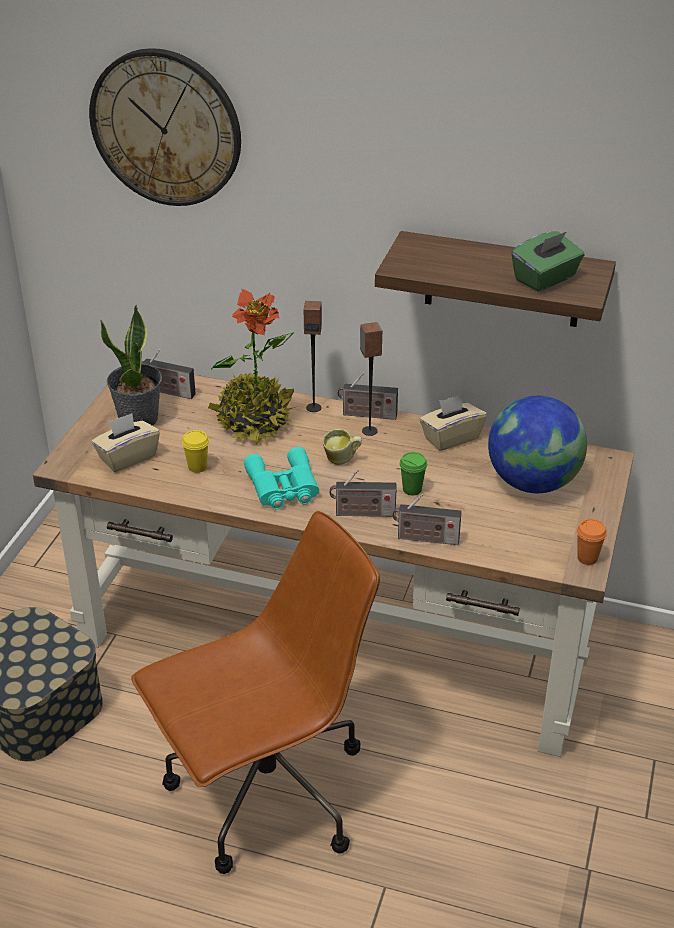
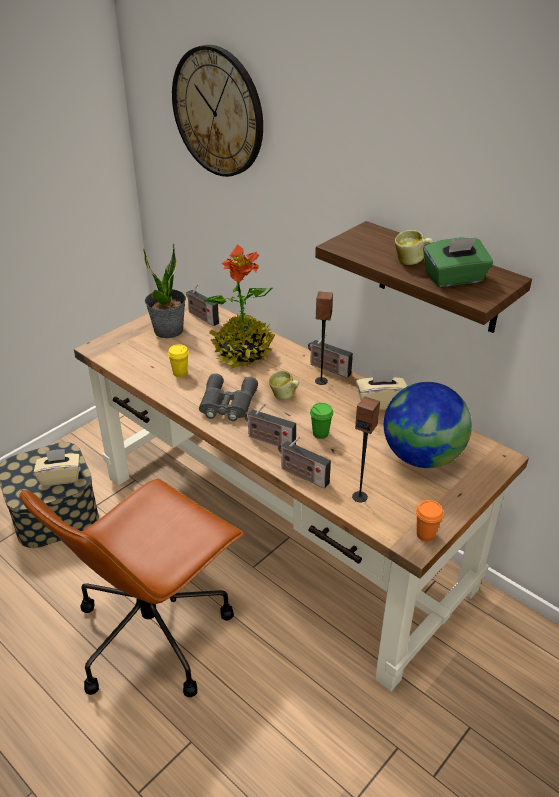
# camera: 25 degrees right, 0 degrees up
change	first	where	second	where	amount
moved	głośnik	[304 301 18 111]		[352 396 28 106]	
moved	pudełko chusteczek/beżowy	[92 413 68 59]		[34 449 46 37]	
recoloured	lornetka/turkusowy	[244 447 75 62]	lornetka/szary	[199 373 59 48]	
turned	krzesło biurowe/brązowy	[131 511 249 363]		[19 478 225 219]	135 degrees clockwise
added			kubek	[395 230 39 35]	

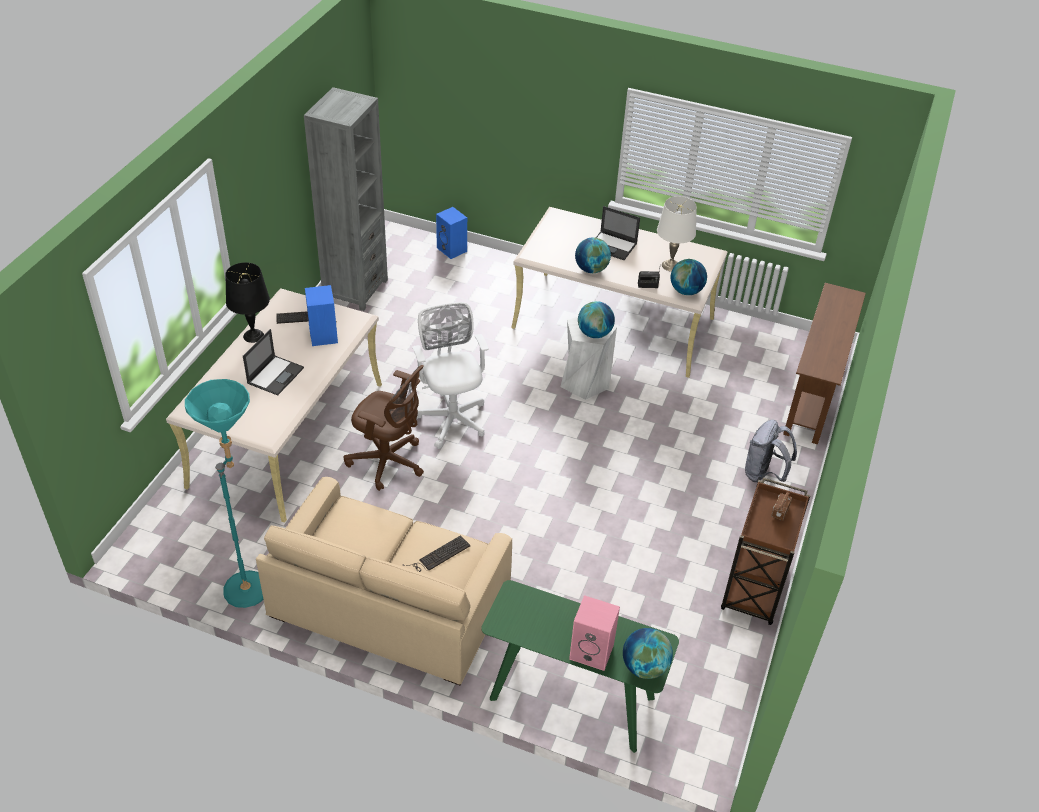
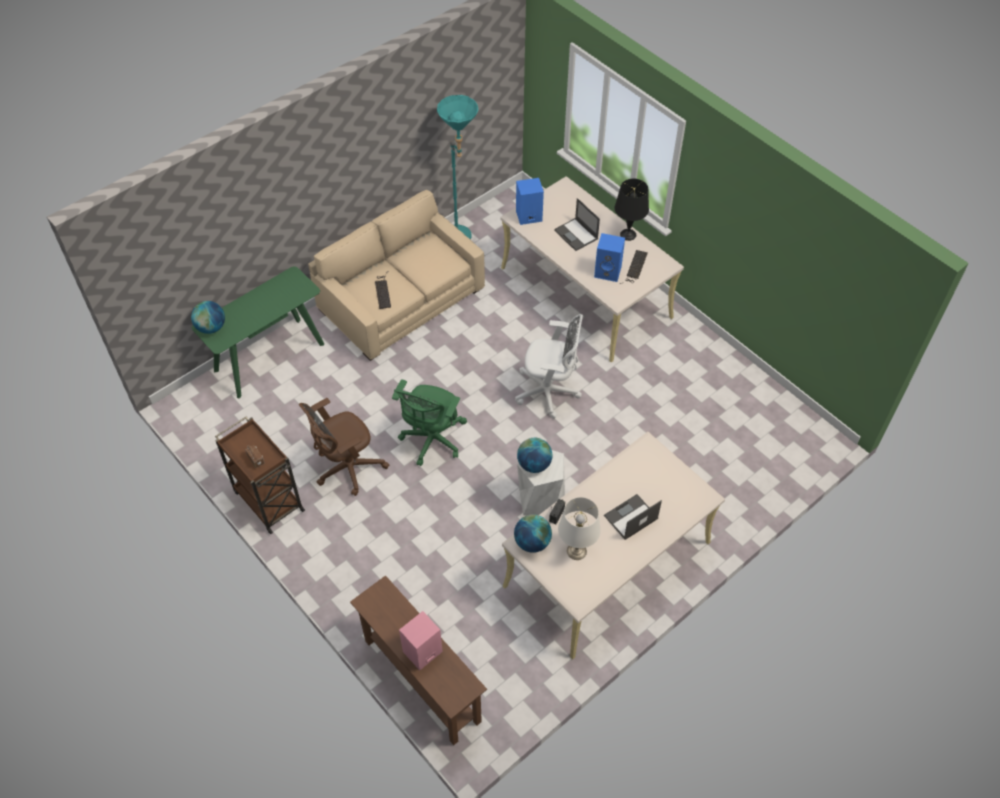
# camera: 120 degrees right, 10 degrees up
change	first	where	second	where	amount
removed	regał/szary	[304 87 84 224]			
moved	głośnik/niebieski	[436 207 31 52]		[516 178 28 47]	
removed	globus	[575 237 36 36]			
moved	krzesło biurowe/brązowy	[344 365 80 126]		[299 398 90 98]	
removed	plecak/szary	[745 420 52 62]			
moved	głośnik/różowy	[569 595 51 76]		[399 611 44 59]	
added			krzesło biurowe/zielony	[392 379 75 87]	

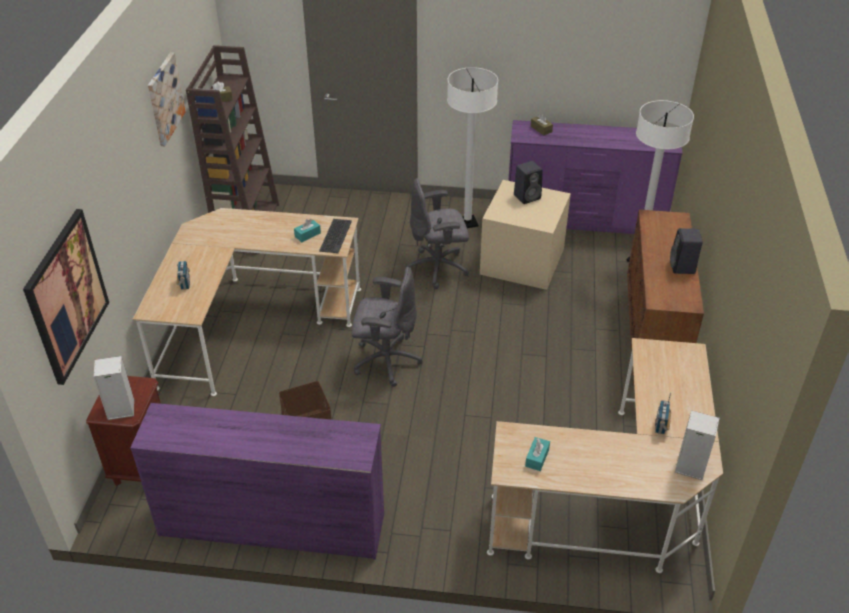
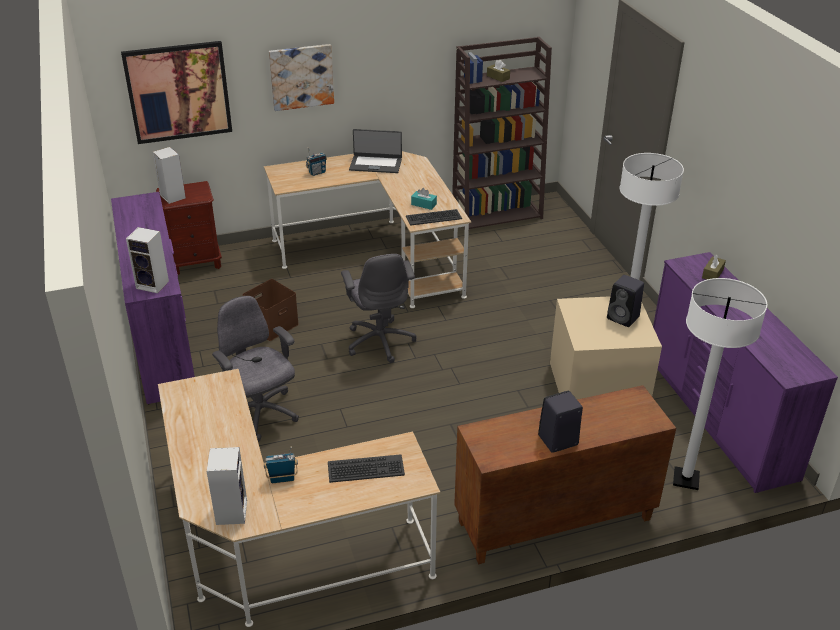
# camera: 65 degrees right, 5 degrees down
change	first	where	second	where	amount
moved	obraz	[148 52 38 94]		[269 44 65 67]	
moved	krzesło biurowe/szary	[406 178 63 111]		[212 296 87 146]	
removed	pudełko chusteczek/turkusowy	[525 437 25 34]			
added			laptop	[349 129 53 44]	
added			głośnik	[126 227 43 66]	
added			klawiatura	[328 454 77 29]	

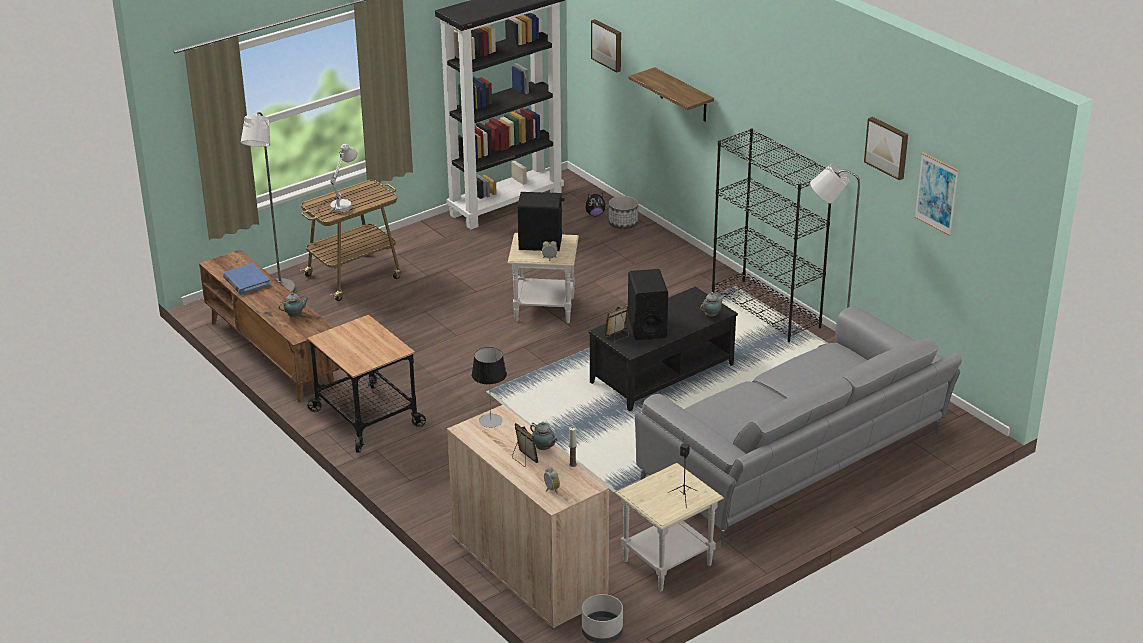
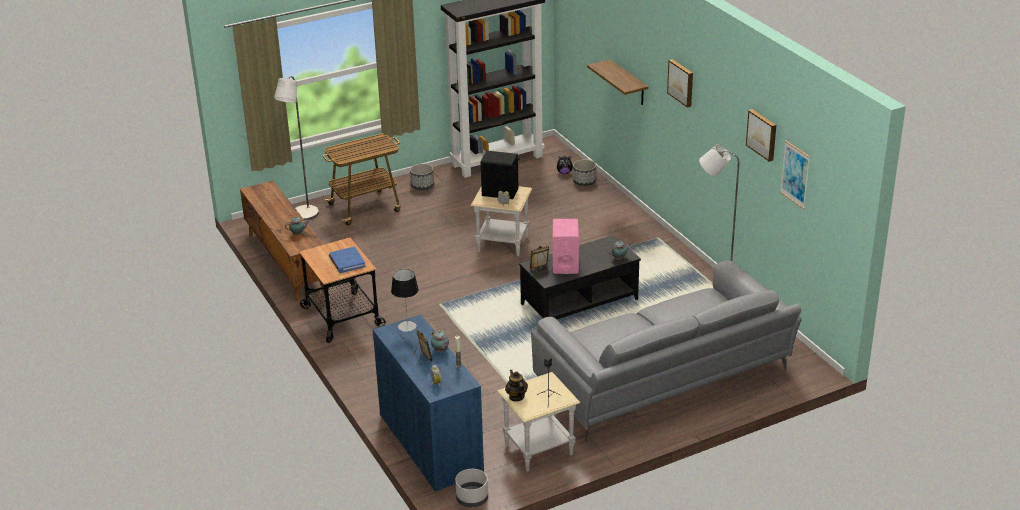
# camera: 10 degrees right, 0 degrees up
change	first	where	second	where	amount
moved	obraz	[591 19 30 53]		[667 59 26 49]	
removed	regał/czarny	[712 129 119 213]			
removed	lampa stołowa/biały	[317 144 40 72]			
moved	książka/niebieski	[223 263 48 32]		[329 246 37 27]	
recoloured	głośnik/czarny	[628 269 40 71]	głośnik/różowy	[553 219 26 55]	
recoloured	szafka/beżowy	[447 405 162 225]	szafka/niebieski	[372 315 112 177]	
added			donica	[410 163 24 27]	
added			imbryk	[505 370 23 32]	

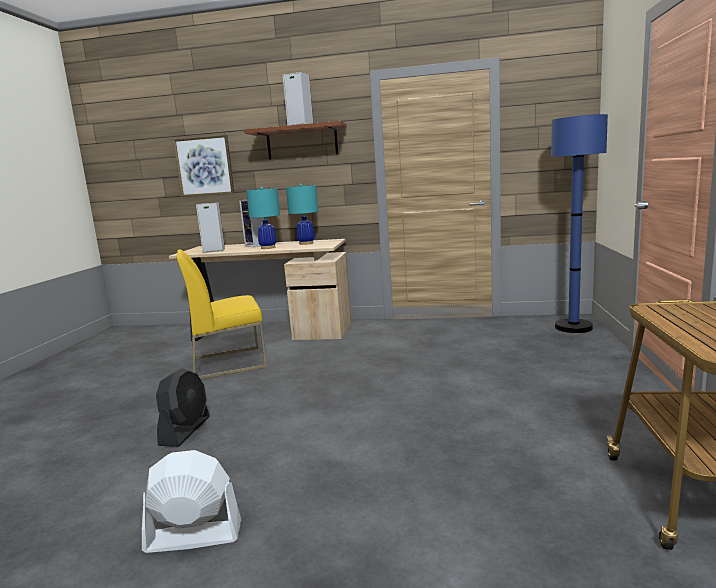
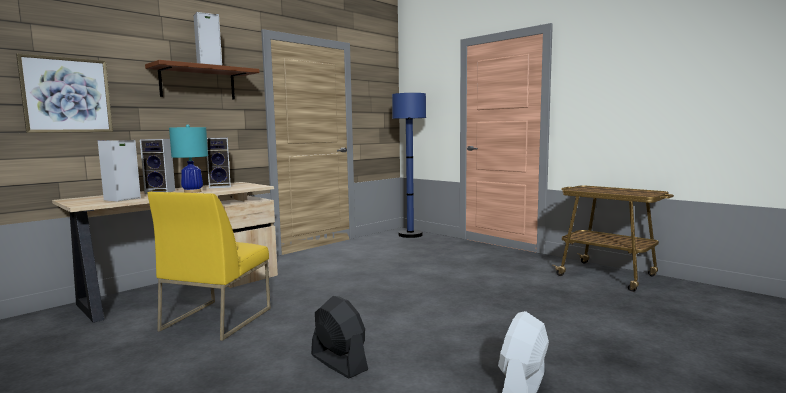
# camera: 55 degrees left, 5 degrees down
change	first	where	second	where	amount
replaced	lampa stołowa/turkusowy	[286 184 32 61]	głośnik	[207 137 24 51]	

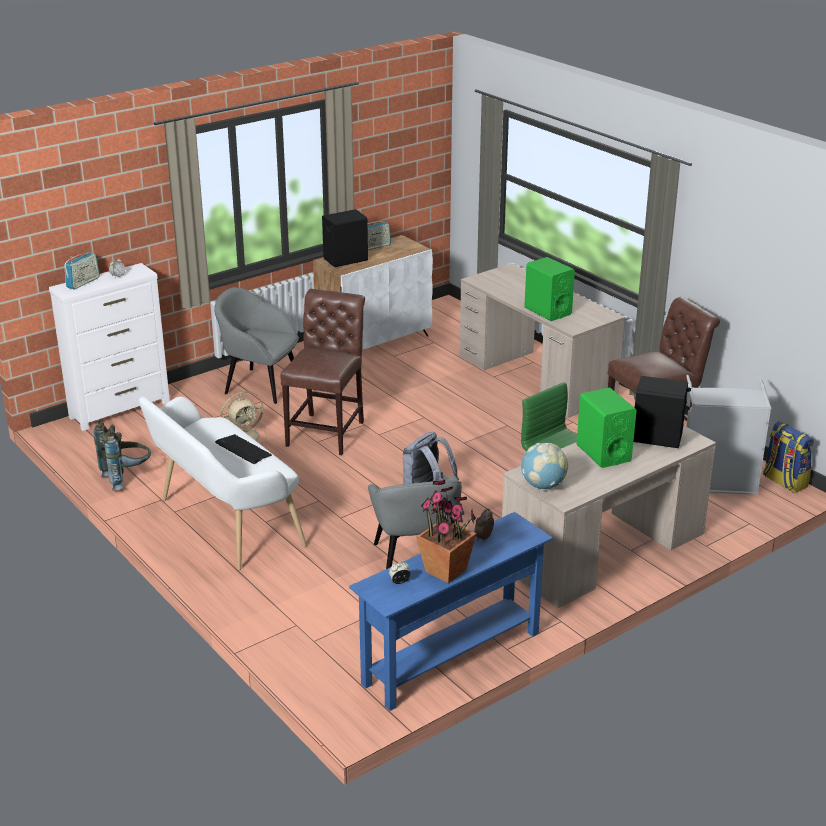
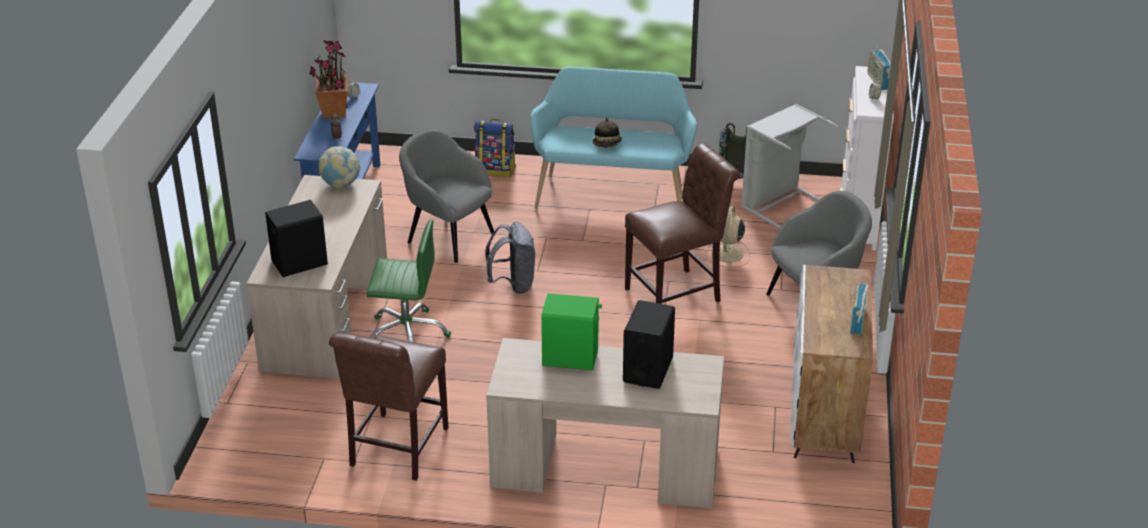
# camera: 135 degrees right, 5 degrees up
change	first	where	second	where	amount
moved	głośnik/czarny	[322 209 46 58]		[623 300 52 89]	
turned	krzesło/brązowy	[280 289 85 166]		[625 143 115 161]	90 degrees counterclockwise
moved	kosz na pranie/szary	[686 375 85 120]		[741 104 98 124]	
removed	głośnik/zielony	[577 387 60 81]			
recoloured	ławka/biały	[139 396 168 174]	ławka/turkusowy	[530 67 167 142]	
moved	plecak	[763 421 51 72]		[474 119 42 58]	
replaced	klawiatura	[215 434 57 30]	kapelusz	[592 118 30 30]	

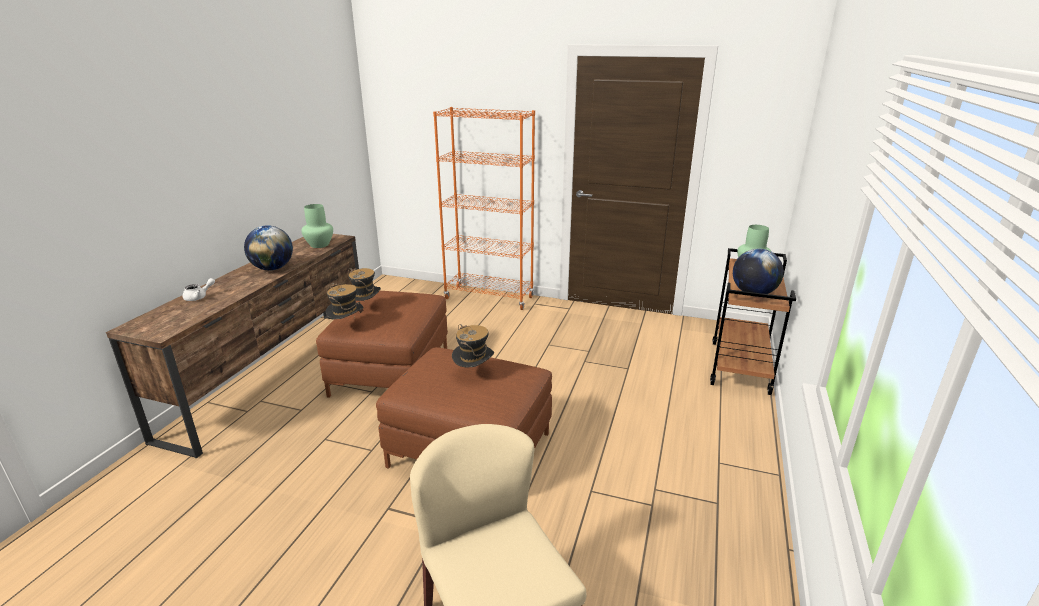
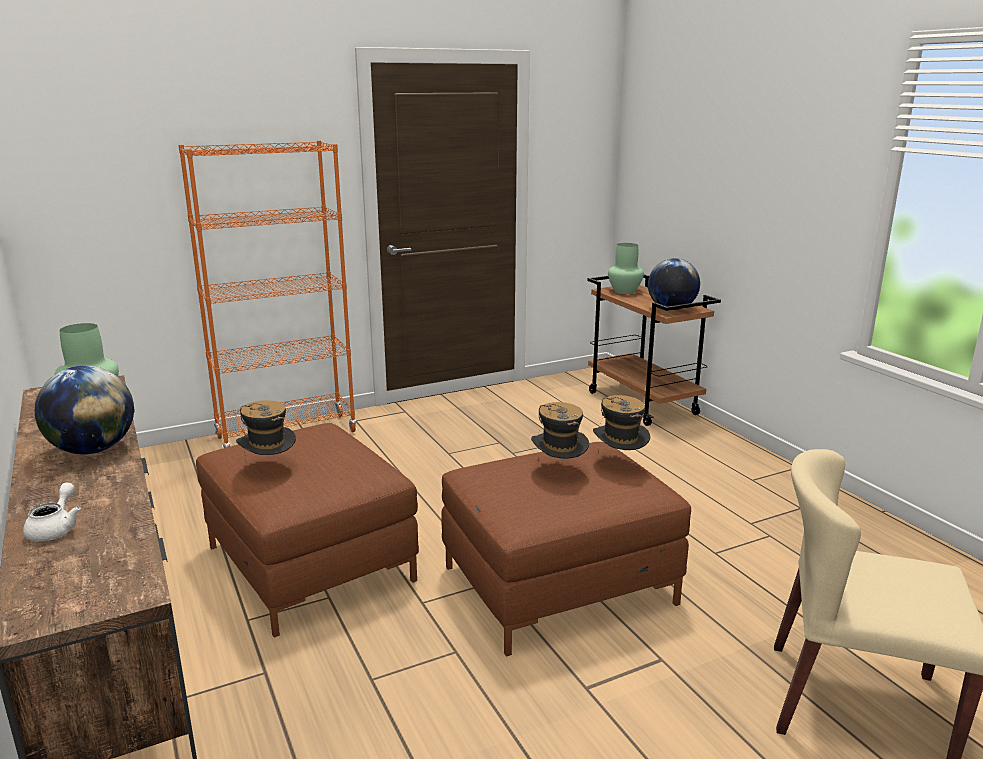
# camera: 45 degrees left, 5 degrees down
change	first	where	second	where	amount
moved	kapelusz	[326 283 38 36]		[593 395 57 59]	

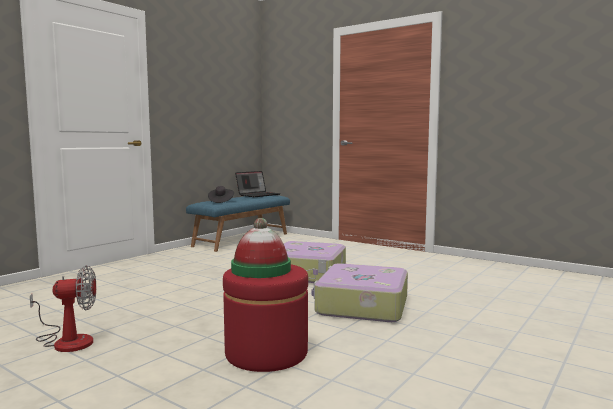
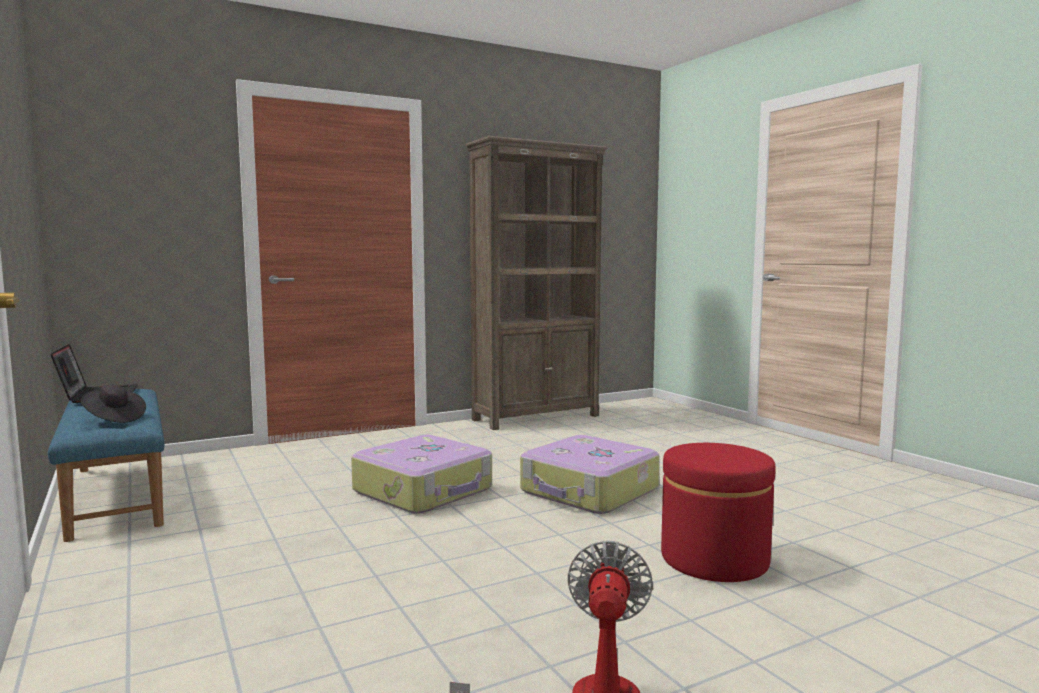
# camera: 65 degrees left, 0 degrees up
change	first	where	second	where	amount
removed	kapelusz	[231 218 60 60]			
added			regał/brązowy	[466 136 142 294]	

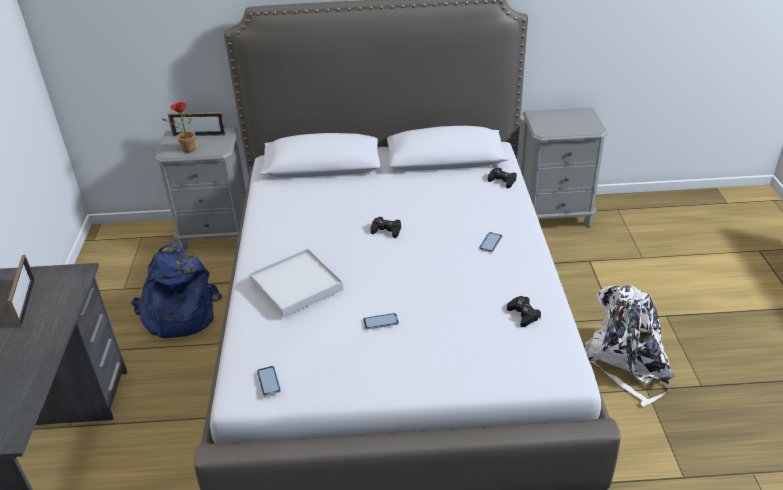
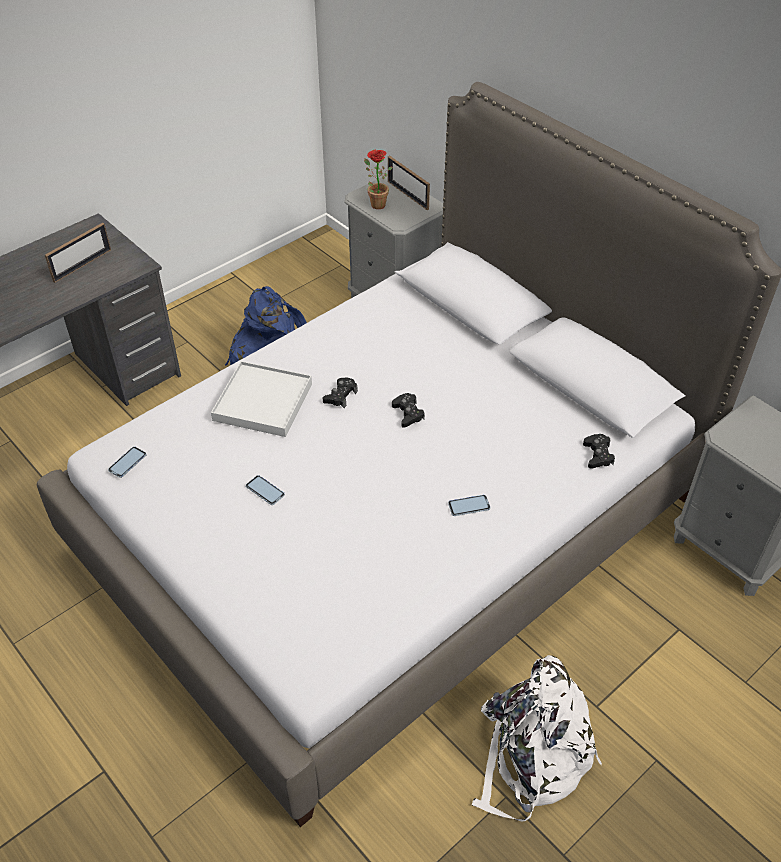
# camera: 50 degrees right, 10 degrees up
change	first	where	second	where	amount
moved	pad do gier/czarny	[507 296 34 31]		[323 377 35 31]	

